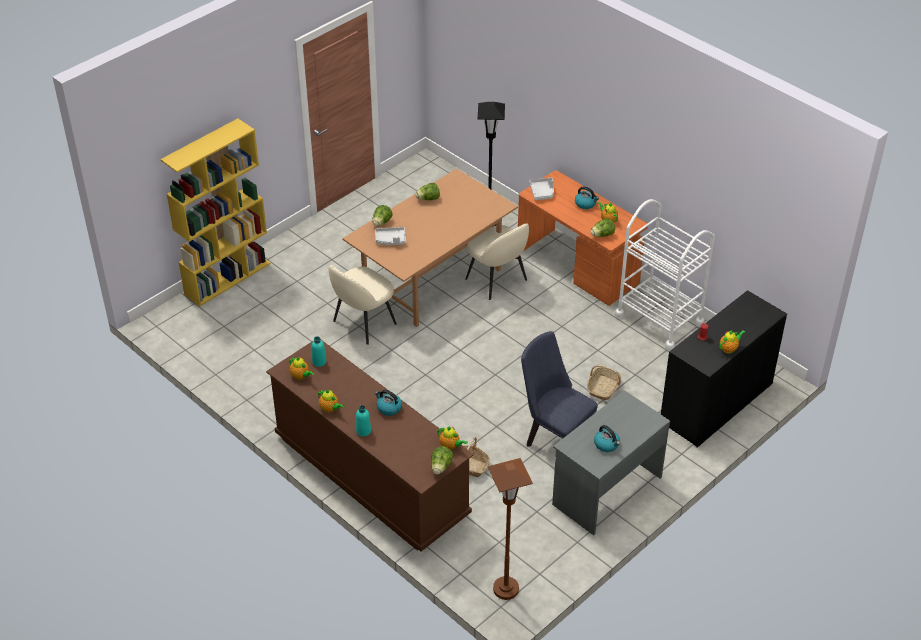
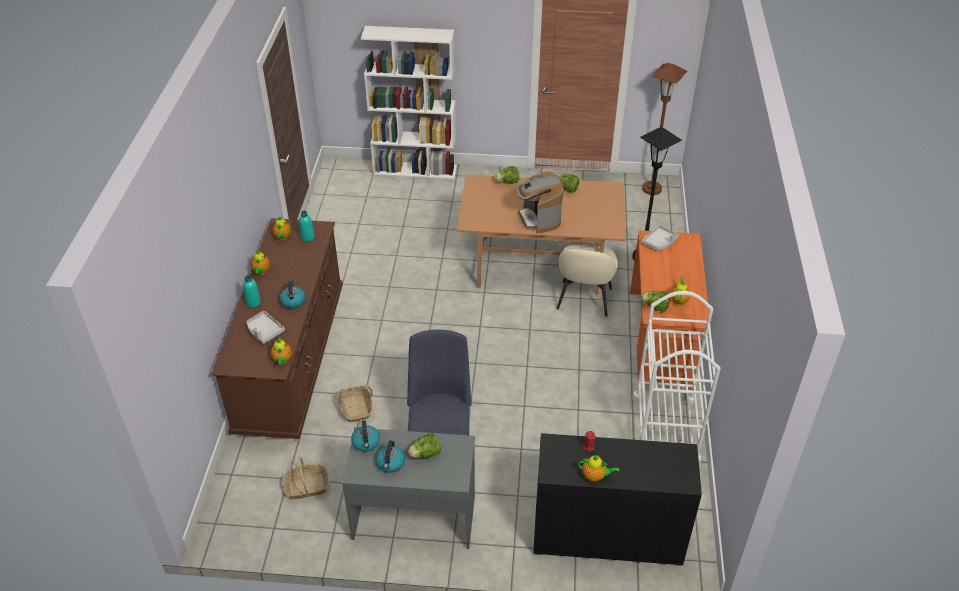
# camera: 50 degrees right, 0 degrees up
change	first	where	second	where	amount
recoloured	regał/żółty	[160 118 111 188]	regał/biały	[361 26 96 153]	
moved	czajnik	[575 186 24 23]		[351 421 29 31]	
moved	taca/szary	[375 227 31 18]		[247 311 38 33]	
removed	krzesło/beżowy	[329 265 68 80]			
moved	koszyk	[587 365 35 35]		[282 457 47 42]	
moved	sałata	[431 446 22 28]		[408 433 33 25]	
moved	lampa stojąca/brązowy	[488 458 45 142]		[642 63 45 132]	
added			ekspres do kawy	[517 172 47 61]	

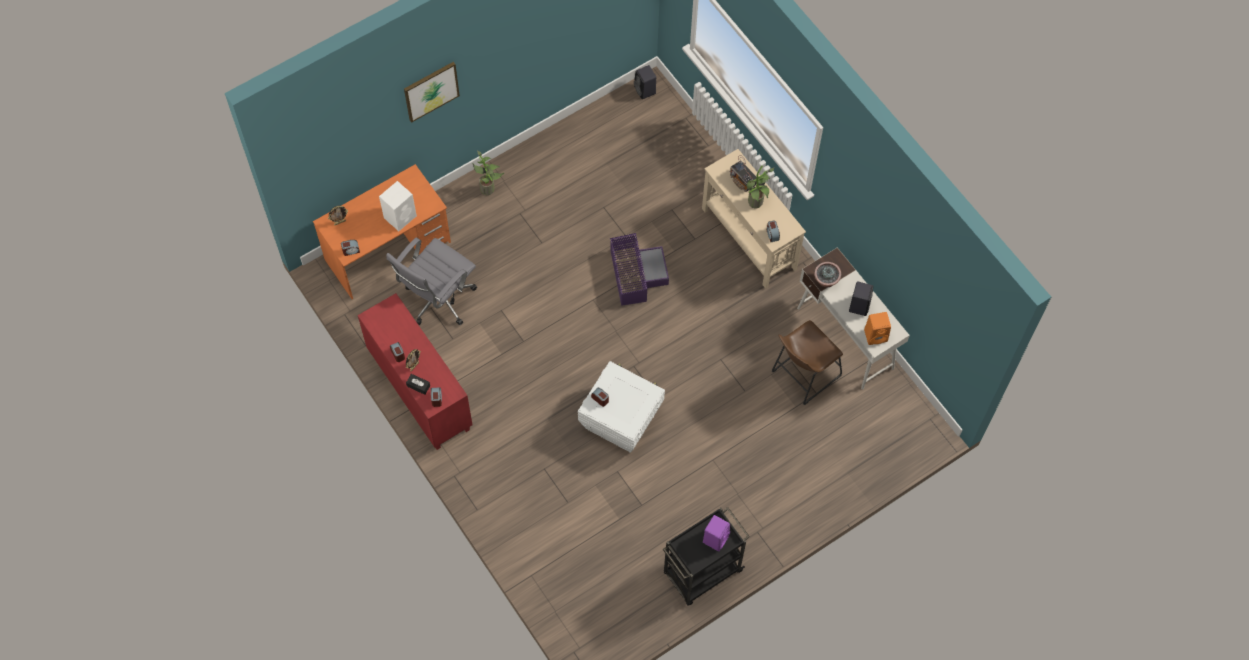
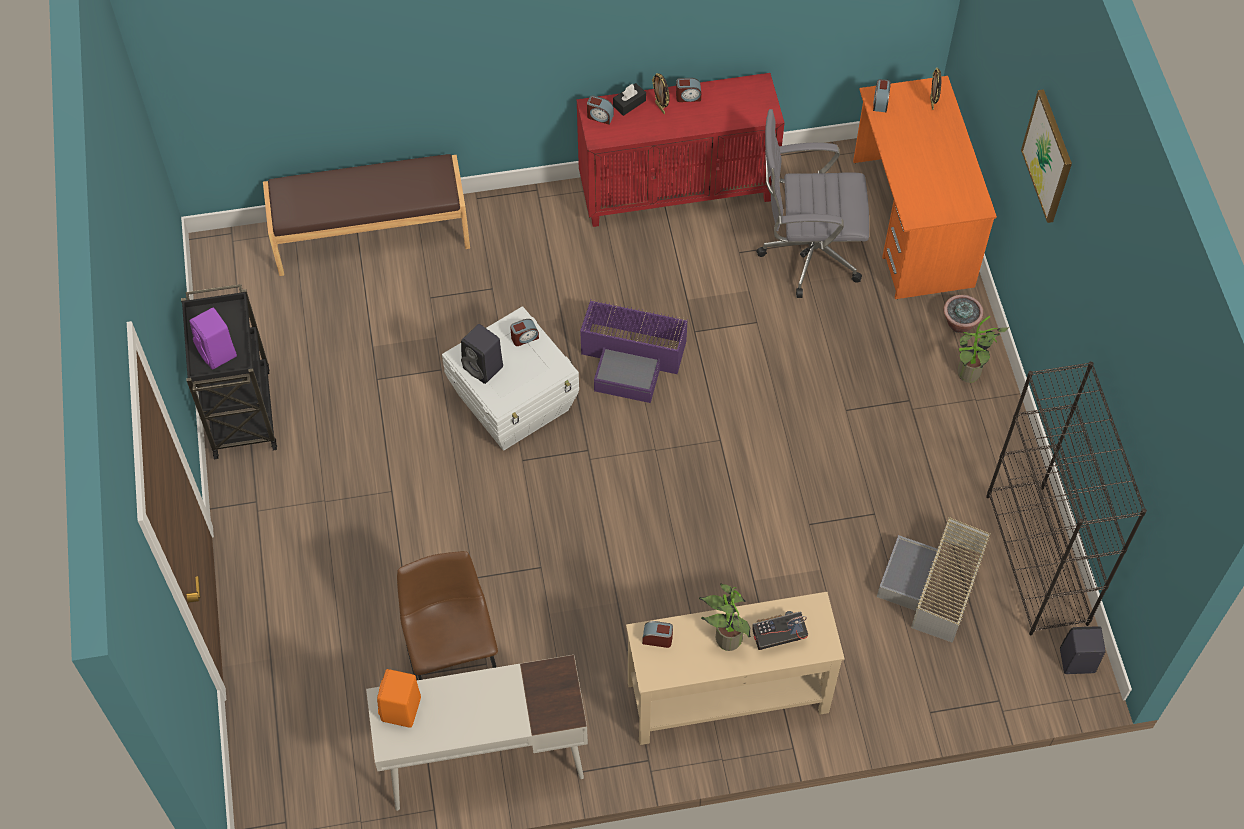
# camera: 115 degrees right, 5 degrees down
change	first	where	second	where	amount
removed	głośnik/biały	[379 181 38 50]			
moved	pojemnik do przechowywania/fioletowy	[610 233 59 73]		[580 300 108 103]	
turned	krzesło biurowe/szary	[386 238 91 87]		[756 109 113 189]	60 degrees counterclockwise
moved	roślina doniczkowa	[814 262 27 25]		[944 295 39 38]	
moved	głośnik/czarny	[849 281 24 35]		[461 324 42 60]	
added			ławka/brązowy	[263 154 207 122]	
added			regał/czarny	[986 361 161 274]	
added			pojemnik do przechowywania/szary	[877 517 114 126]	

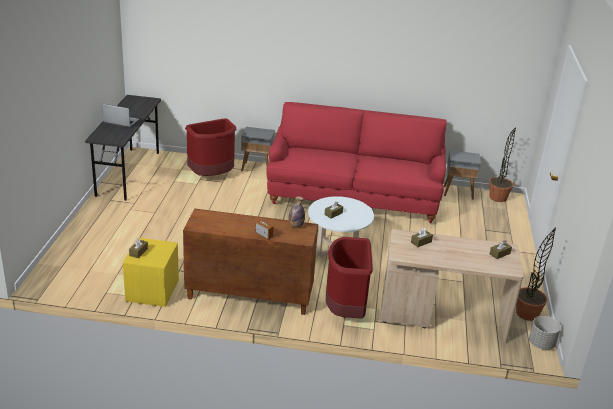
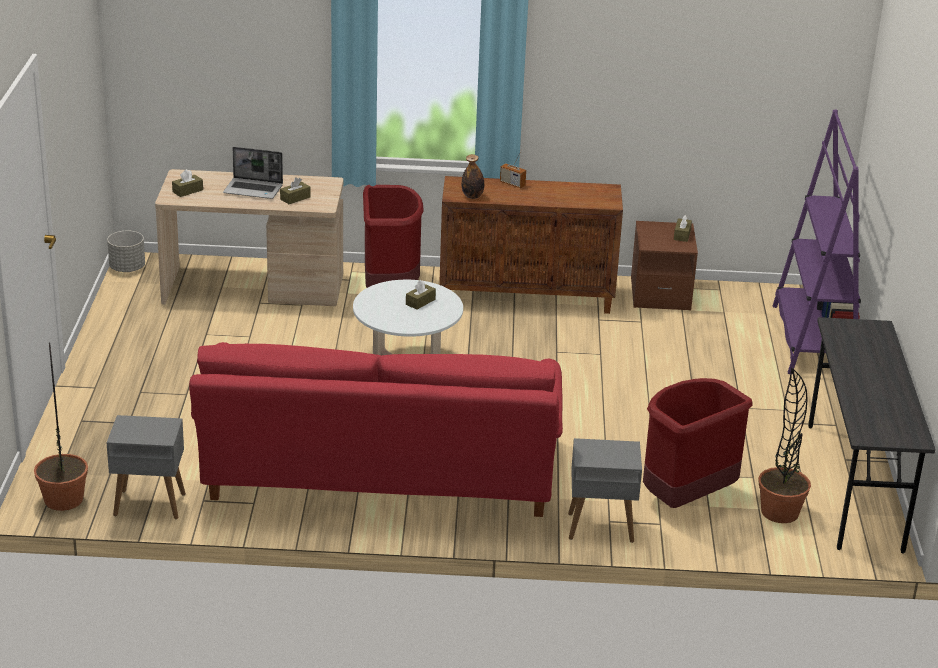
# camera: 175 degrees right, 0 degrees up
change	first	where	second	where	amount
moved	laptop	[102 103 37 25]		[223 147 60 52]	
moved	roślina doniczkowa	[516 227 40 94]		[758 367 53 156]	
recoloured	szafka nocna/żółty	[123 237 56 70]	szafka nocna/brązowy	[631 221 67 90]	
added			regał/fioletowy	[773 109 88 265]	

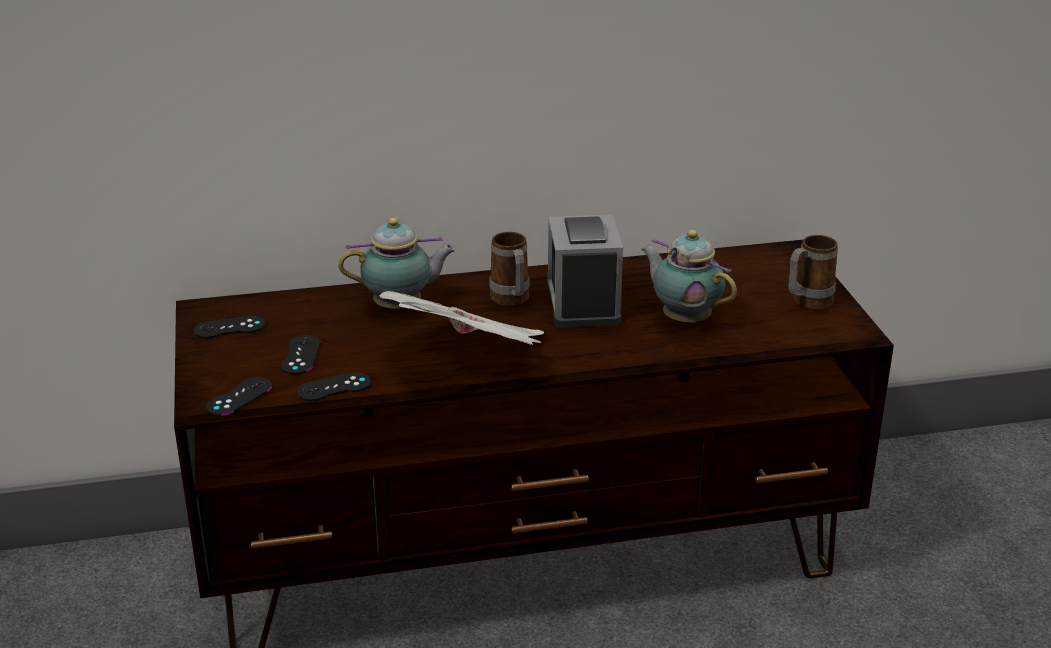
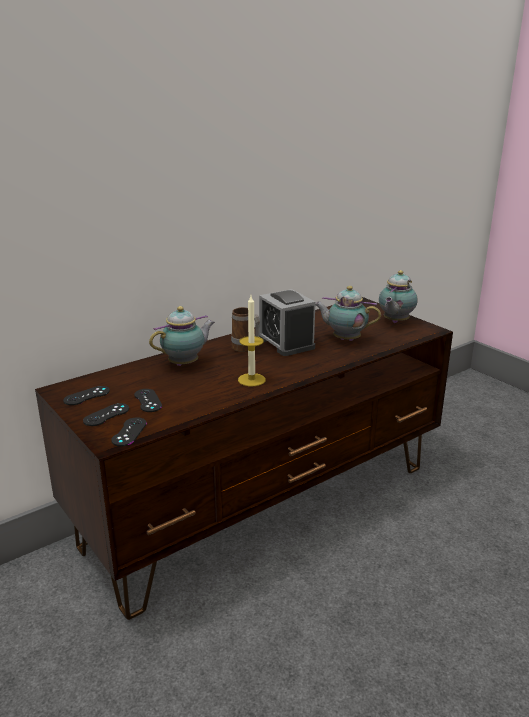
# camera: 25 degrees left, 5 degrees down
change	first	where	second	where	amount
replaced	kubek	[788 235 50 75]	imbryk	[379 270 39 53]	
replaced	gazeta	[380 291 164 54]	świeca	[238 296 28 90]	
moved	pad do gier/czarny	[297 372 74 29]		[83 403 46 23]	

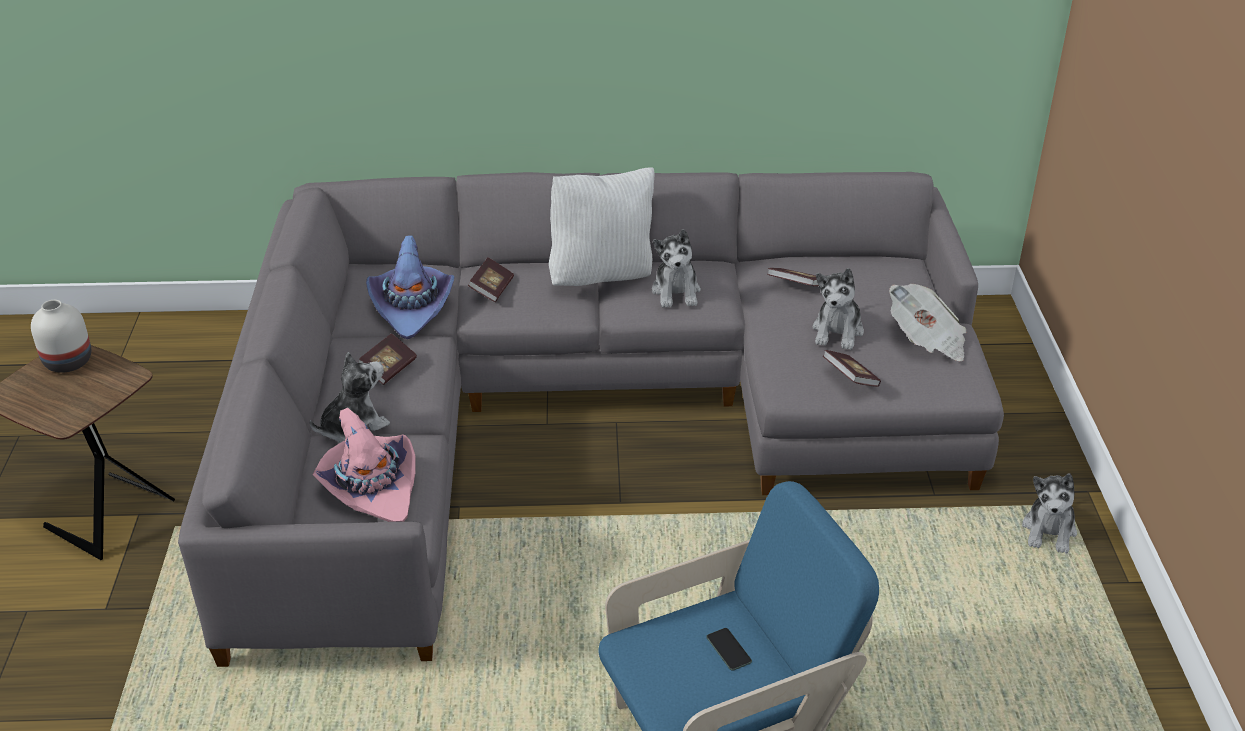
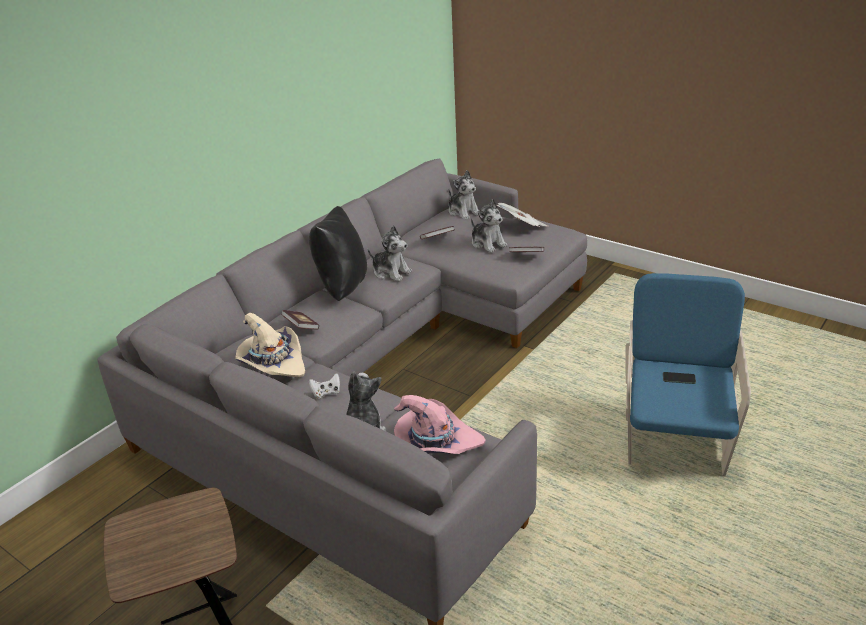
# camera: 50 degrees left, 5 degrees down
change	first	where	second	where	amount
recoloured	poduszka/biały	[549 167 105 119]	poduszka/czarny	[309 206 58 95]	
recoloured	kapelusz/fioletowy	[366 236 89 103]	kapelusz/beżowy	[235 313 70 64]	
removed	wazon/biały	[31 300 60 73]			
replaced	książka	[359 333 58 52]	pad do gier/biały	[309 373 31 25]	
moved	pluszak	[1022 474 55 80]		[449 170 29 49]	

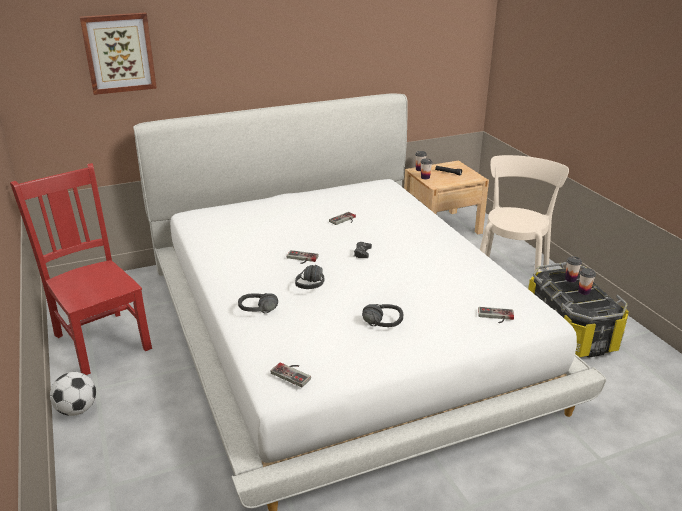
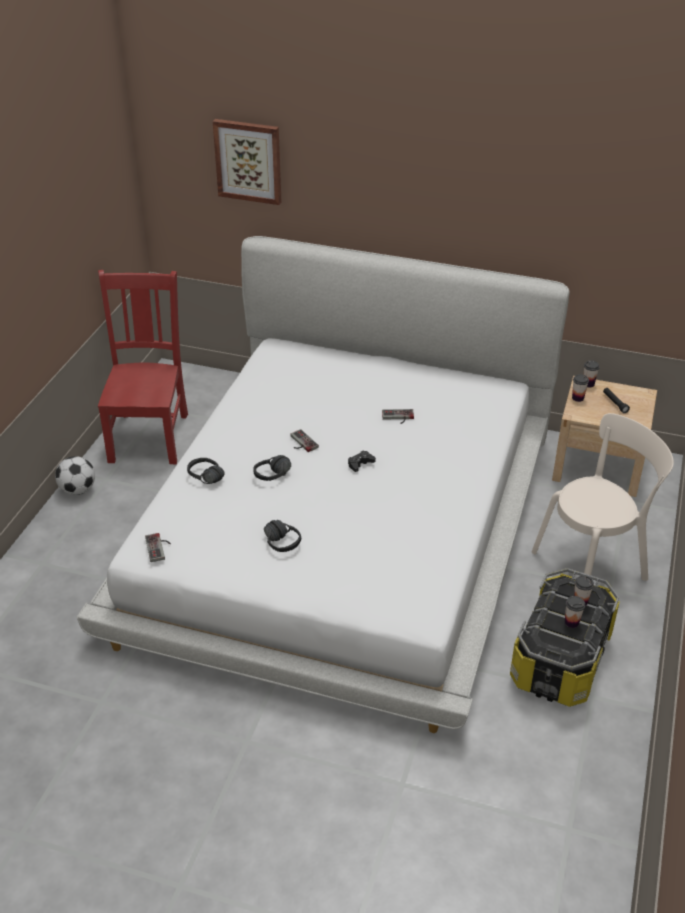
# camera: 40 degrees right, 10 degrees up
change	first	where	second	where	amount
removed	pad do gier	[478 307 36 16]			

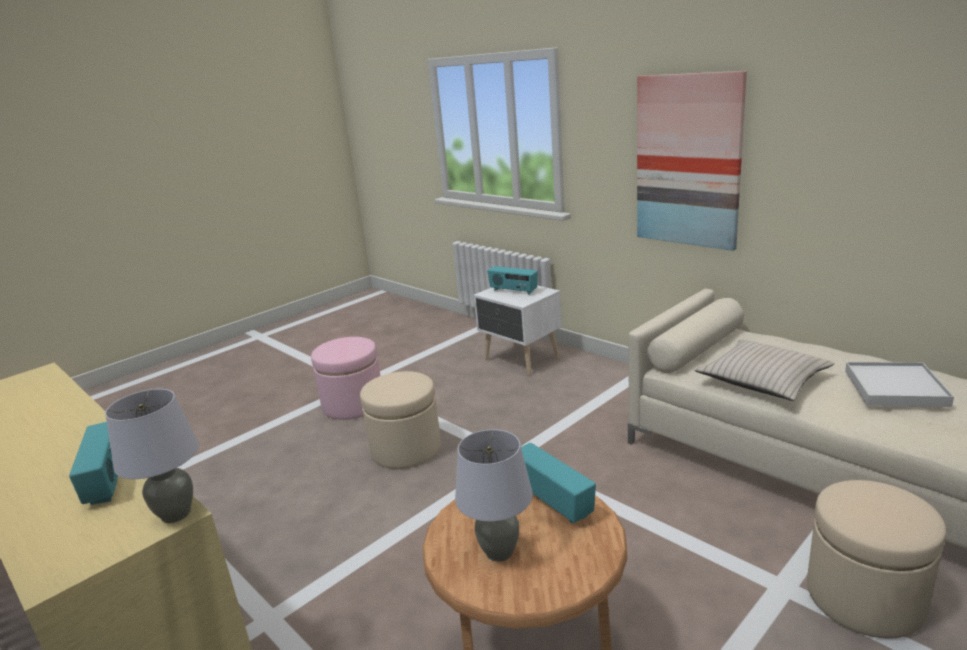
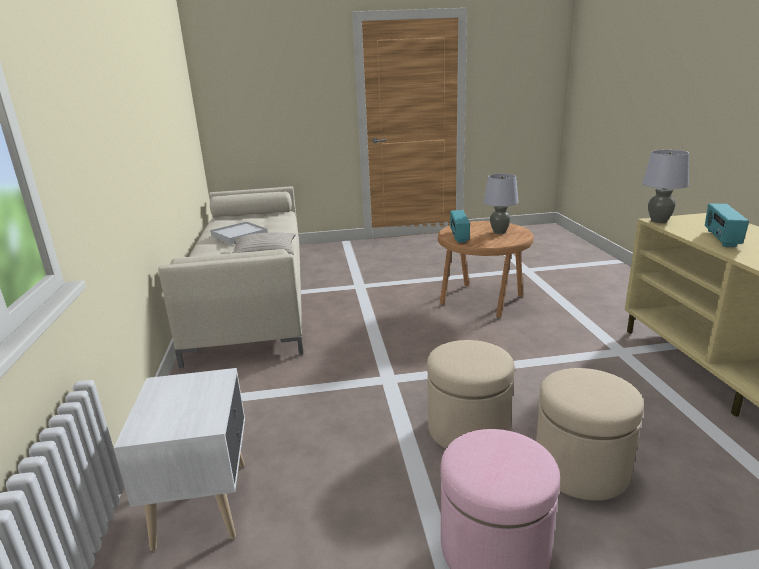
# camera: 145 degrees left, 0 degrees up
change	first	where	second	where	amount
removed	obraz	[637 71 110 180]			
removed	radio	[487 266 51 29]			
moved	pufa/beżowy	[807 480 139 158]		[536 368 108 133]	

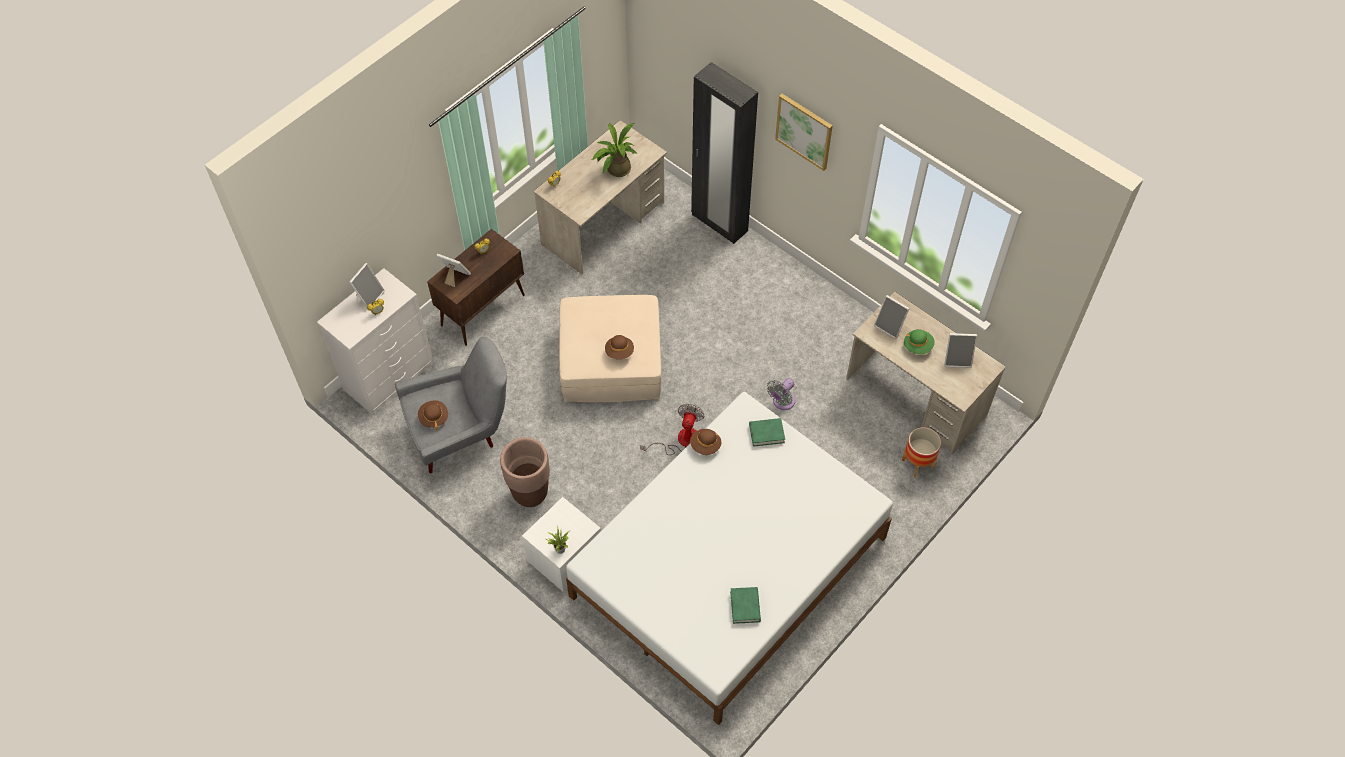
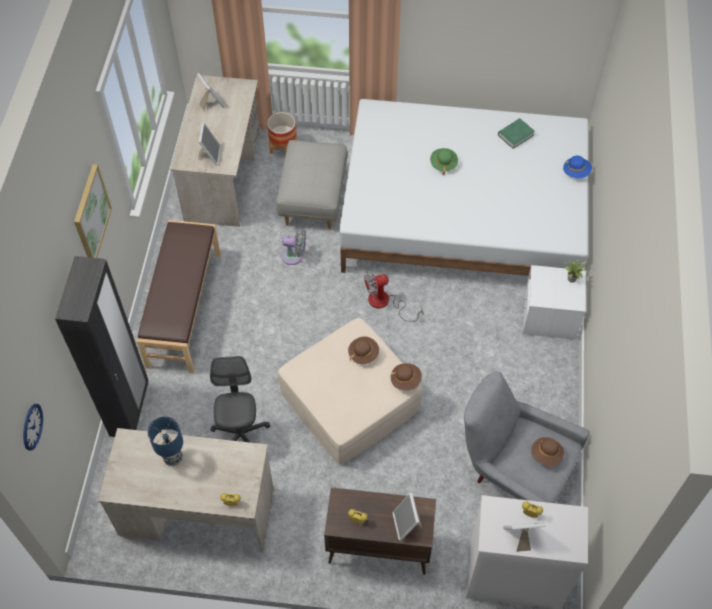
# camera: 125 degrees left, 0 degrees up
change	first	where	second	where	amount
replaced	roślina doniczkowa	[591 123 46 54]	lampa stołowa/niebieski	[148 416 35 50]	
moved	kapelusz/zielony	[904 329 31 25]		[430 148 28 27]	
removed	książka/zielony	[749 418 36 29]			
moved	kapelusz/brązowy	[690 429 32 26]		[391 363 31 28]	
removed	donica/brązowy	[500 437 50 70]			
added			pufa/szary	[276 140 71 89]	
added			kapelusz/niebieski	[563 156 29 23]	
added			ławka/brązowy	[136 220 85 153]	
added			krzesło biurowe/szary	[210 356 60 87]	
added			zegar ścienny	[23 404 20 46]	

